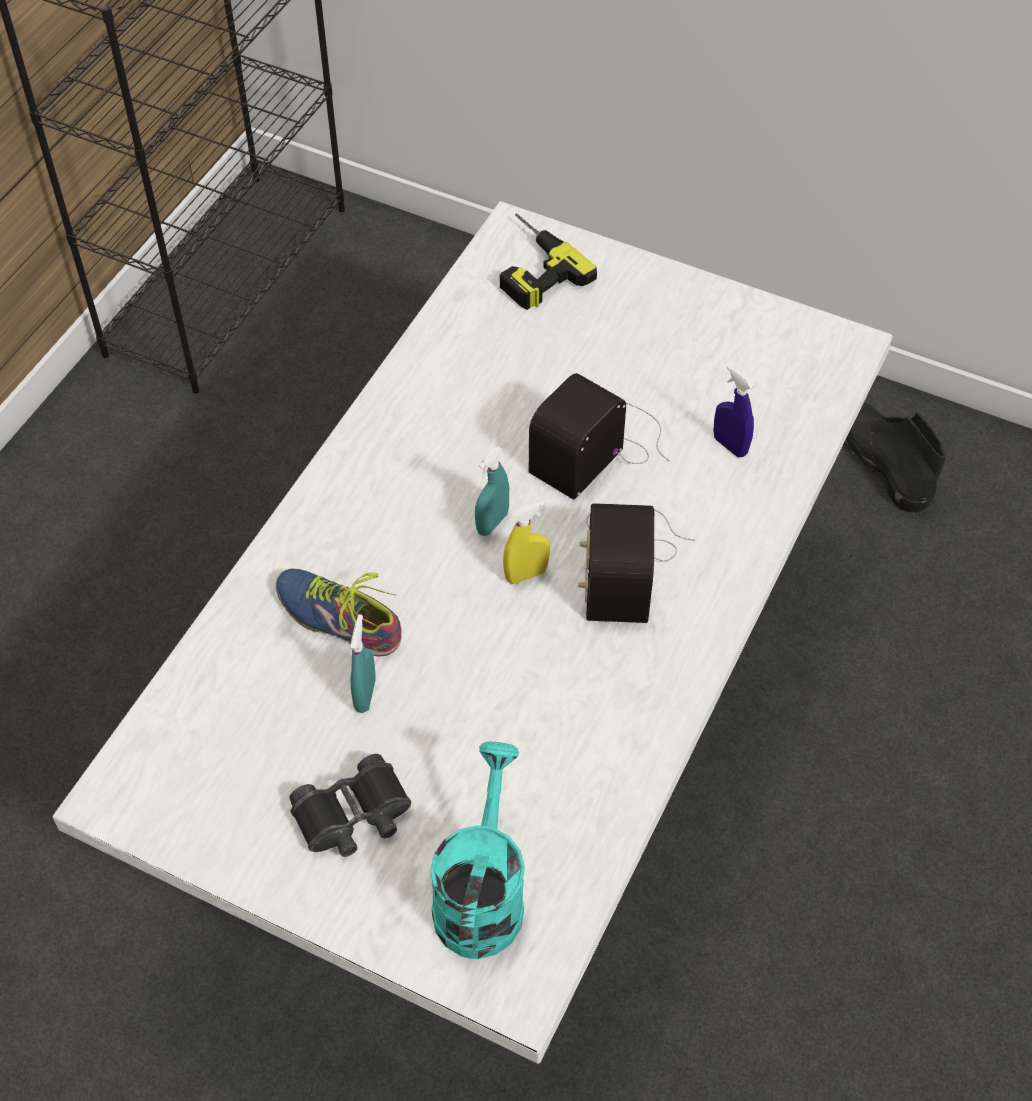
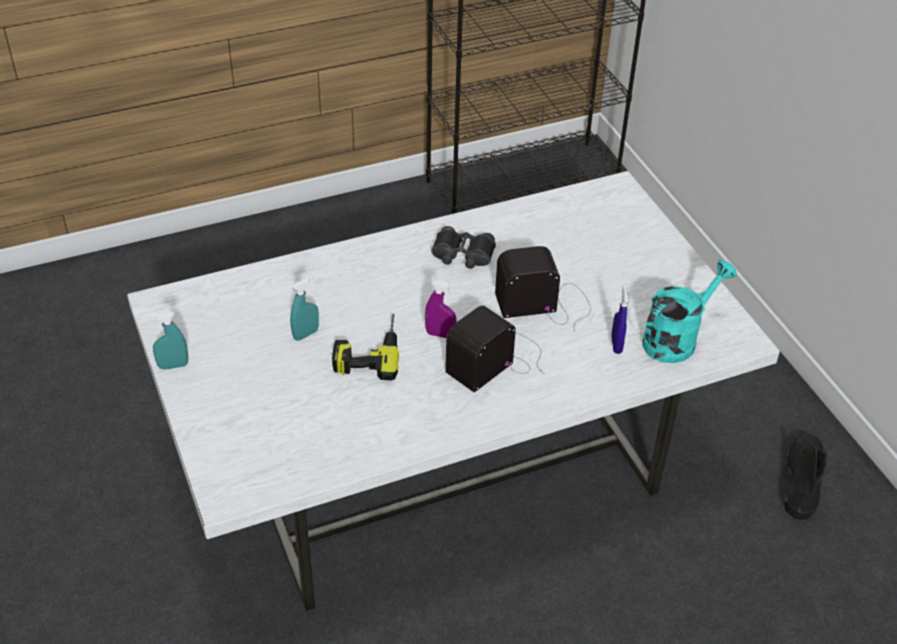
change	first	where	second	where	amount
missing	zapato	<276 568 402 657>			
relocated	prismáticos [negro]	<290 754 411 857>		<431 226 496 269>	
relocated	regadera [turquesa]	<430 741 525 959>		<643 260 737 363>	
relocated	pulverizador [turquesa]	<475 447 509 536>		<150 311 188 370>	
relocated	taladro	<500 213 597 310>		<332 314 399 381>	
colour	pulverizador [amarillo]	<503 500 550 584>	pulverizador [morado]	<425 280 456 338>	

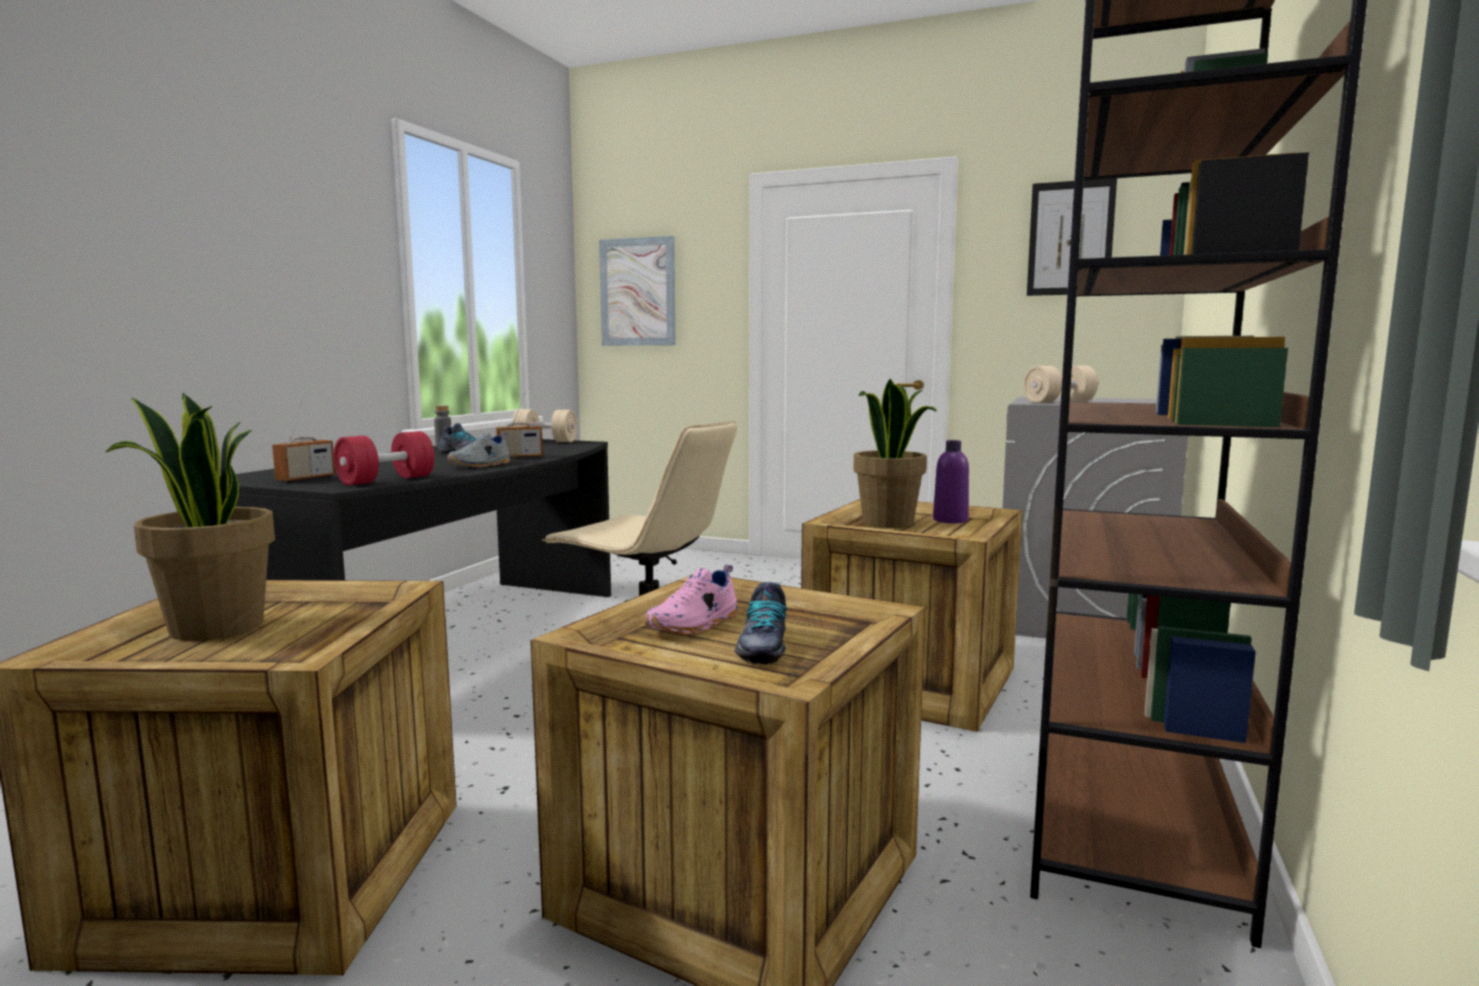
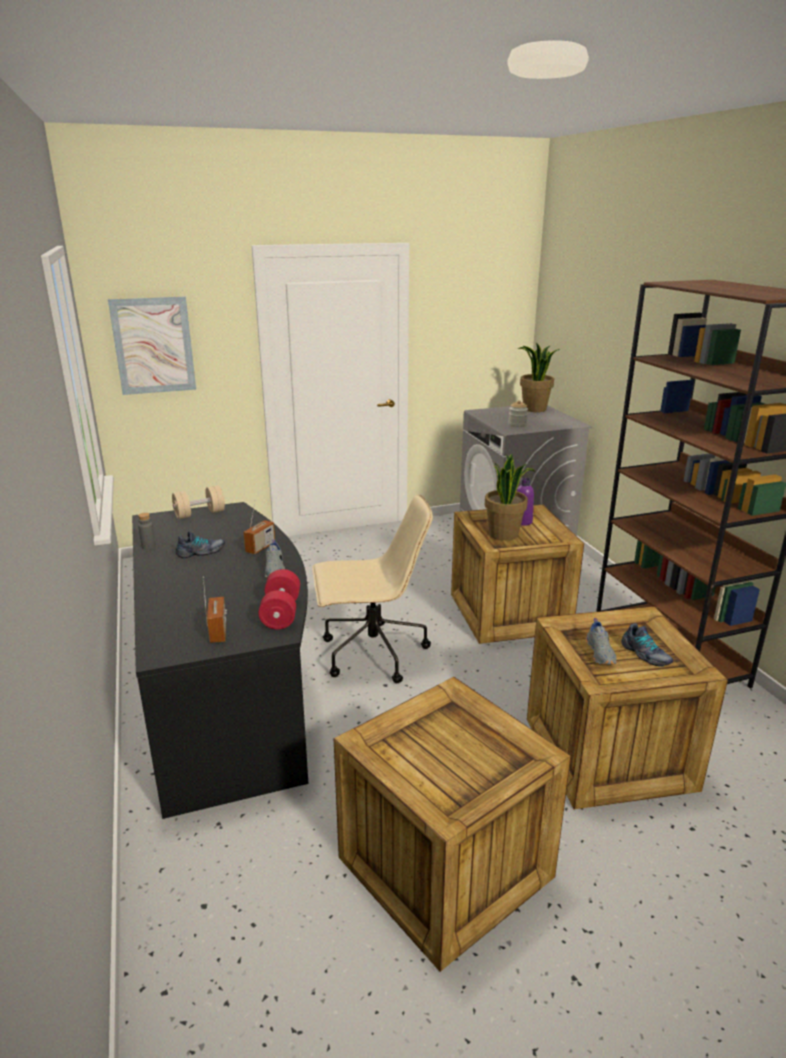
change	first	where	second	where	amount
missing	cuadro	<1027 178 1117 296>			
relocated	planta en maceta	<105 393 275 641>		<518 343 560 412>	
exchanged	mancuerna [beis]	<1023 366 1098 403>	tarro	<508 400 528 427>	
colour	zapato [rosa]	<645 565 738 635>	zapato [gris]	<585 618 617 665>	

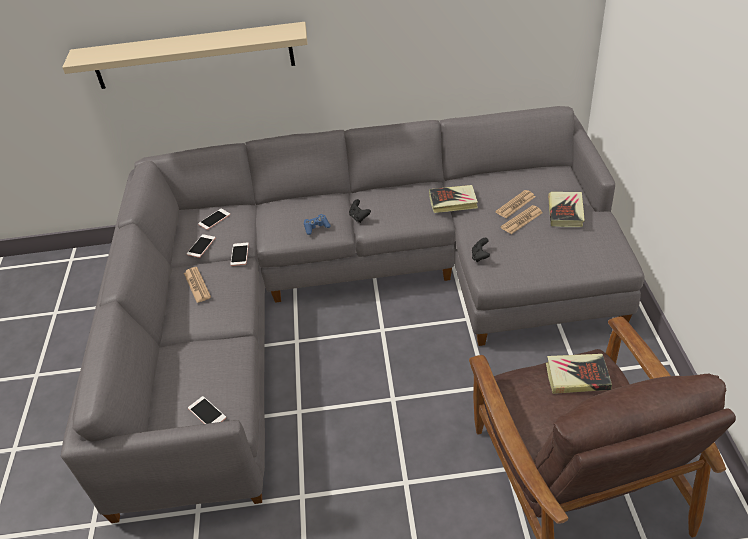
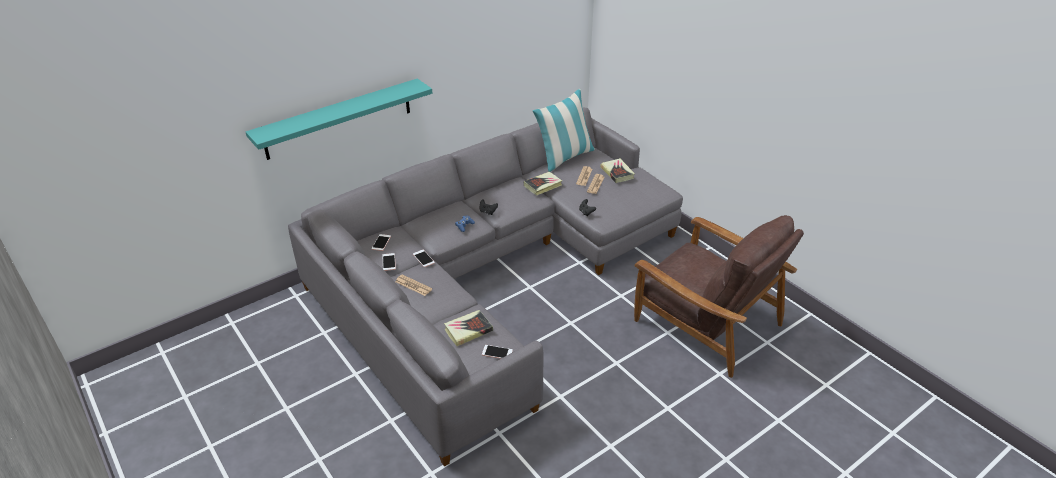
change	first	where	second	where	amount
appeared			cojín	<533 89 595 172>	
relocated	libro	<546 354 612 394>		<444 310 493 346>	
colour	estante [beis]	<62 22 308 89>	estante [turquesa]	<246 78 432 160>	

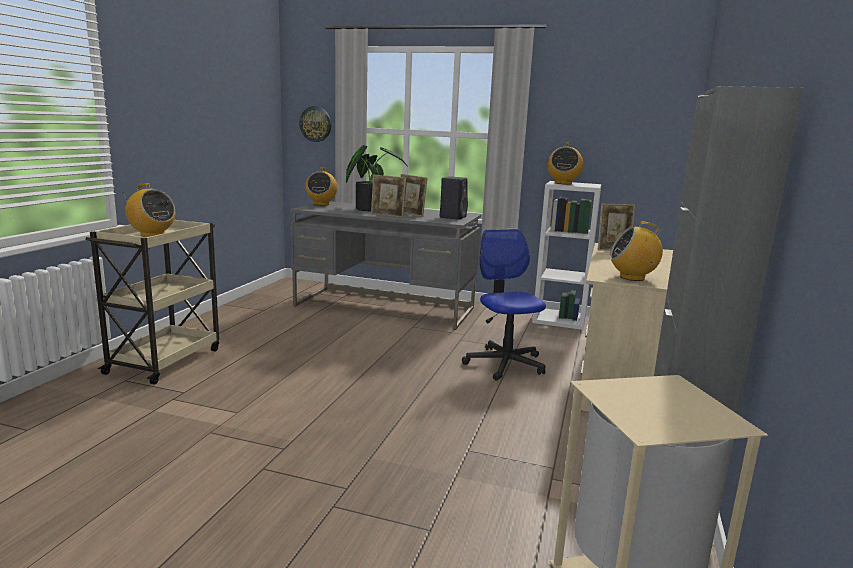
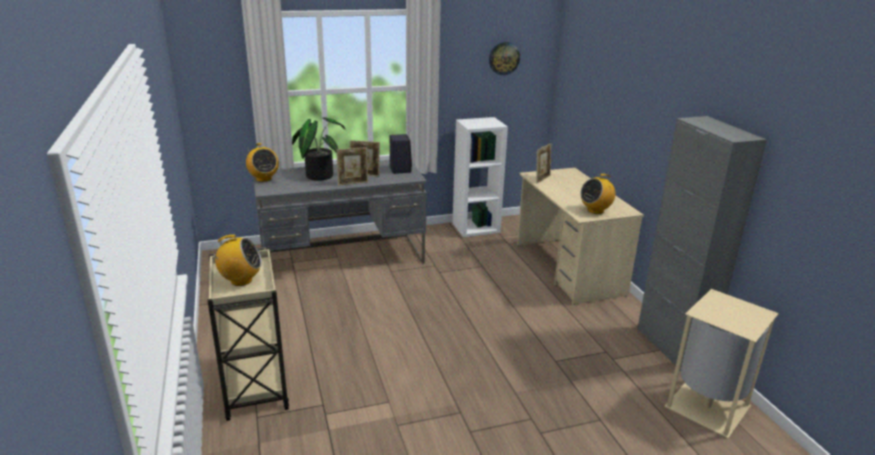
change	first	where	second	where	amount
missing	silla de oficina	<462 229 546 380>			
missing	radio	<548 143 583 185>			
relocated	reloj de pared	<299 106 331 142>		<489 42 520 75>	

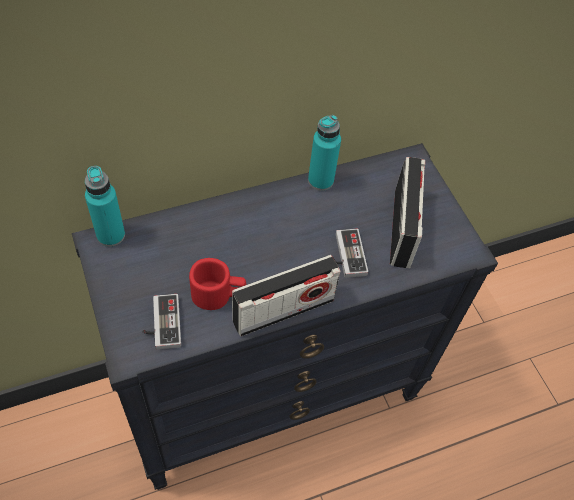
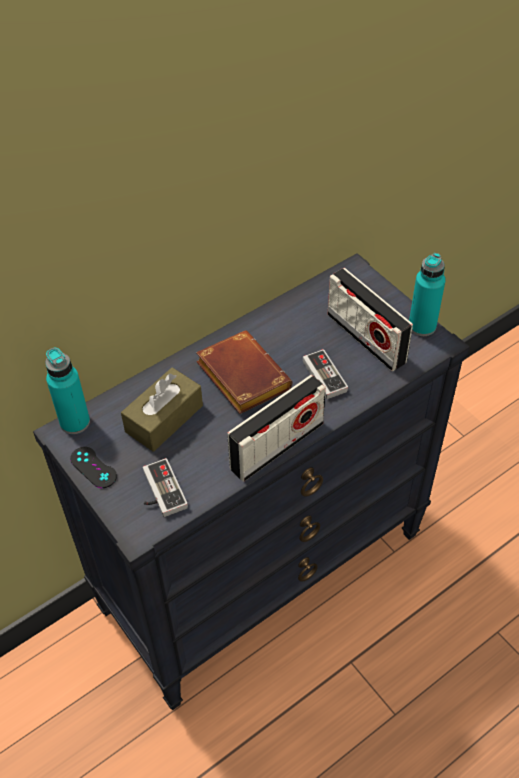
change	first	where	second	where	amount
missing	taza grande [rojo]	<189 258 246 310>			
appeared			mando de consola [negro]	<70 447 117 488>	
appeared			caja de pañuelos [marrón]	<121 367 203 452>	
appeared			libro [marrón]	<196 331 292 414>	
relocated	botella [turquesa]	<308 115 341 191>		<409 253 446 336>	
spun	radio	<390 157 425 268>		<327 268 413 371>	150 degrees clockwise

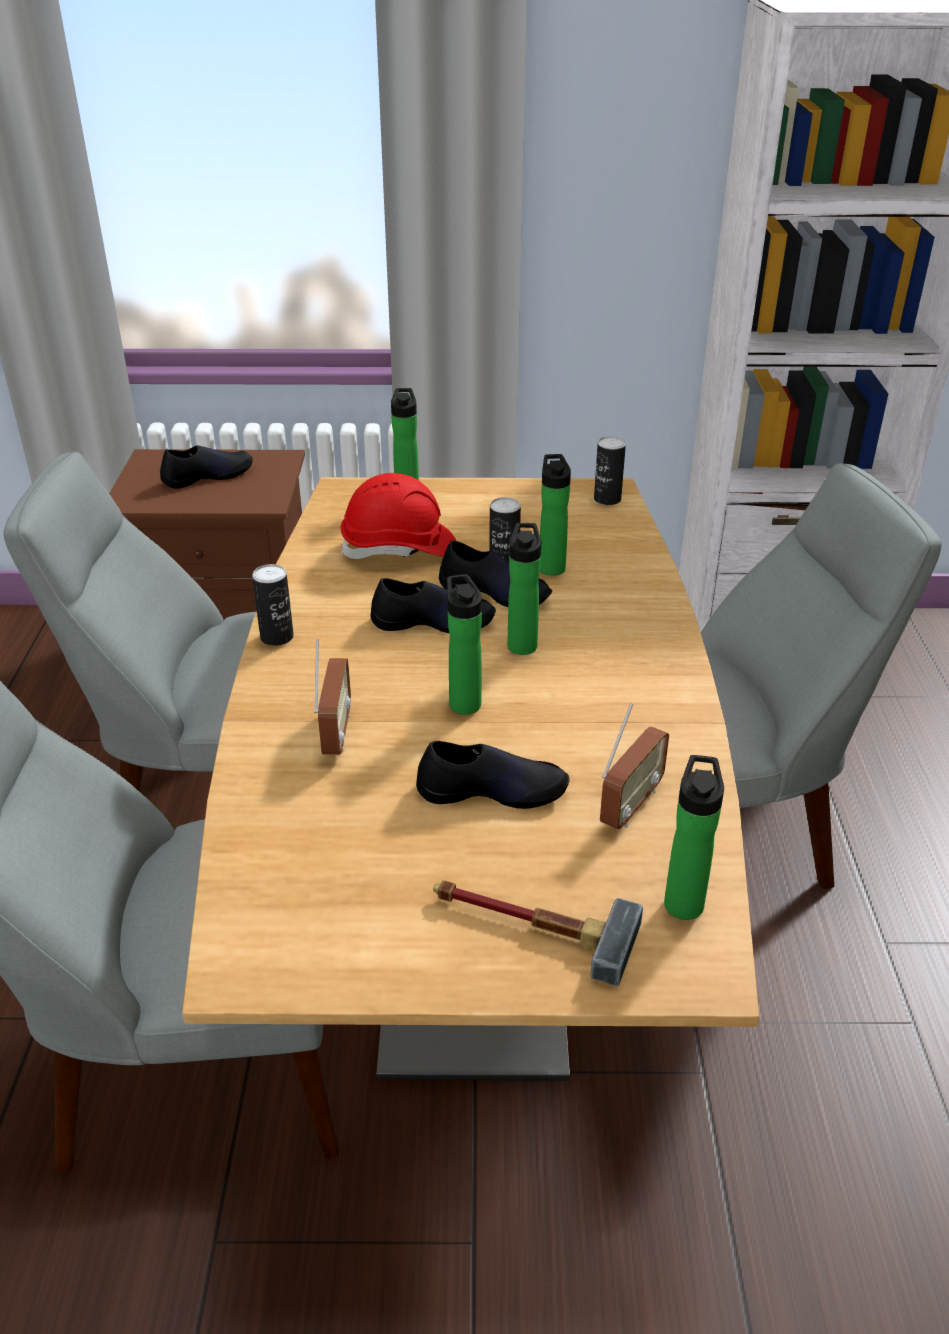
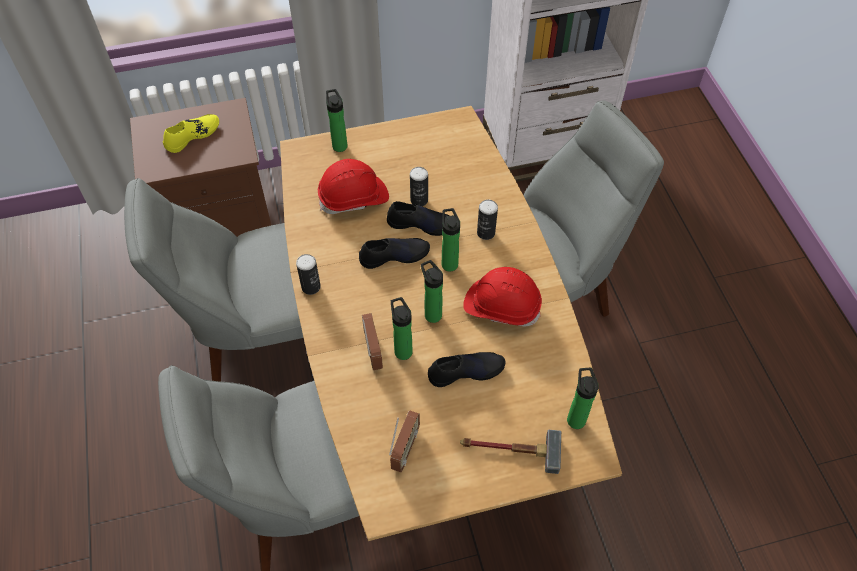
change	first	where	second	where	amount
appeared			casco [rojo]	<463 267 542 326>	
relocated	botella	<540 454 571 576>		<391 297 413 360>	
relocated	lata	<594 436 626 505>		<477 200 498 240>	
relocated	radio	<600 703 669 829>		<389 410 420 472>	
colour	zapato [negro]	<160 446 253 489>	zapato [amarillo]	<163 114 219 153>	

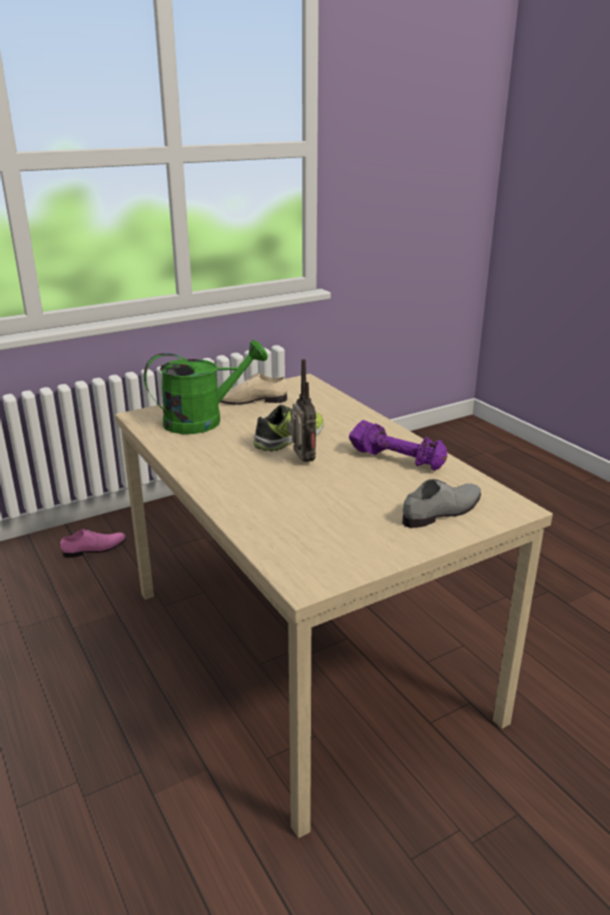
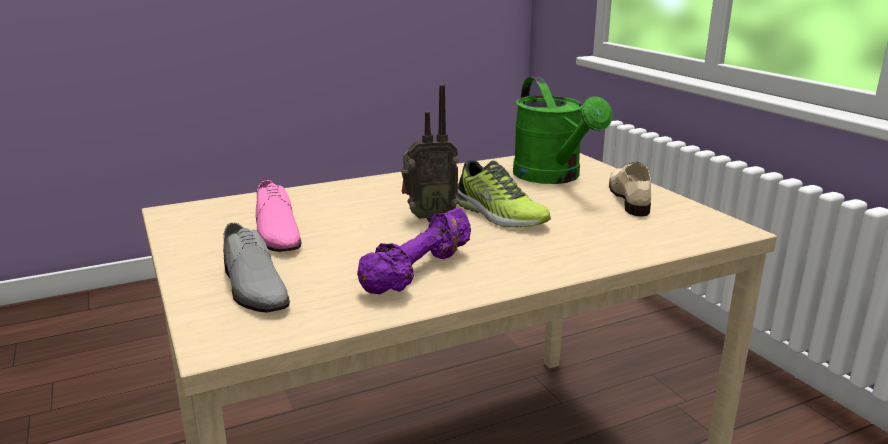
change	first	where	second	where	amount
relocated	zapato [rosa]	<60 529 126 558>		<256 180 301 252>	

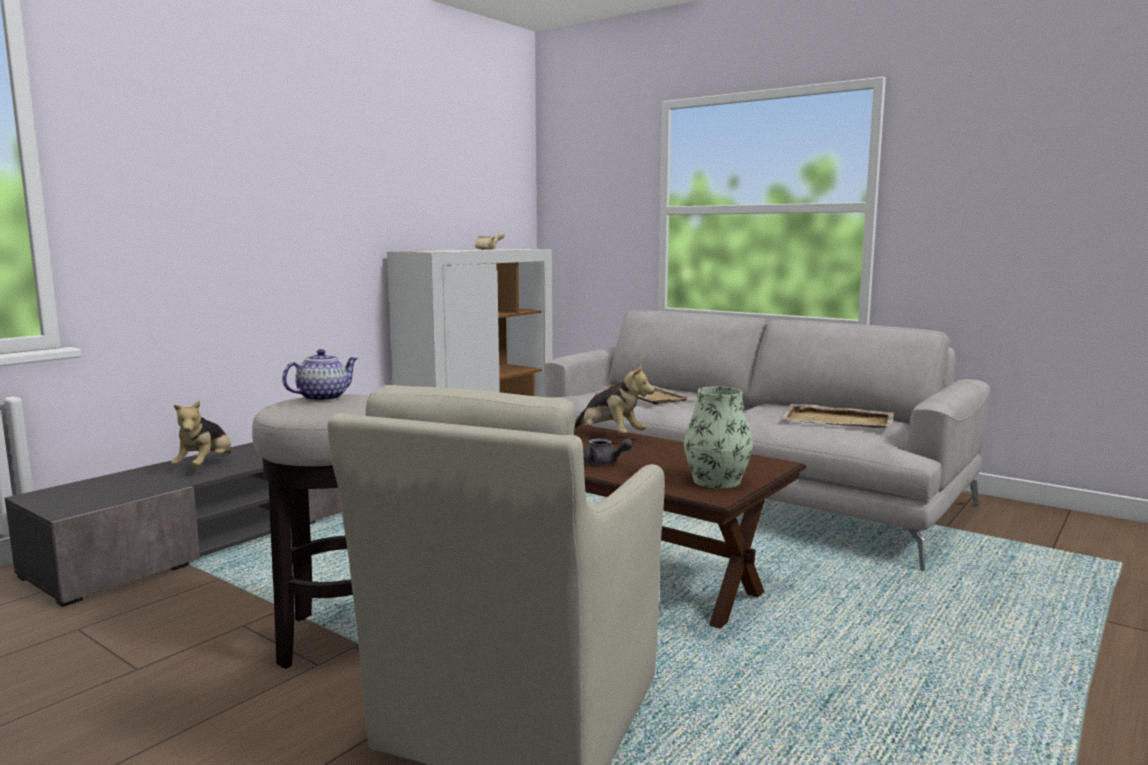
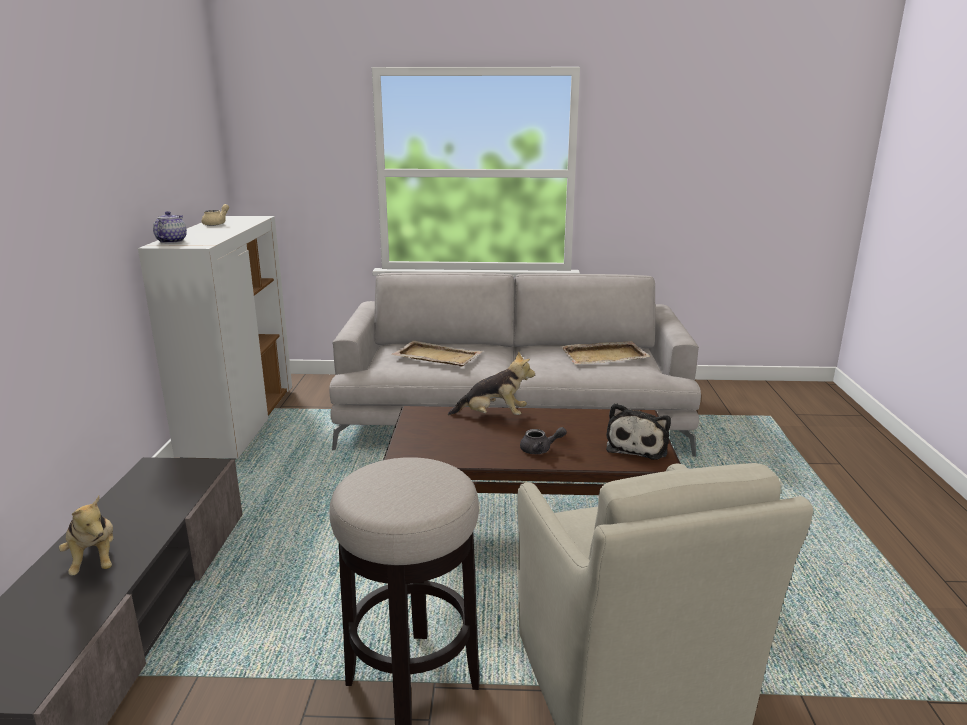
change	first	where	second	where	amount
relocated	tetera	<282 349 358 401>		<153 211 187 243>	
exchanged	florero	<684 386 753 489>	peluche	<606 403 671 460>	

